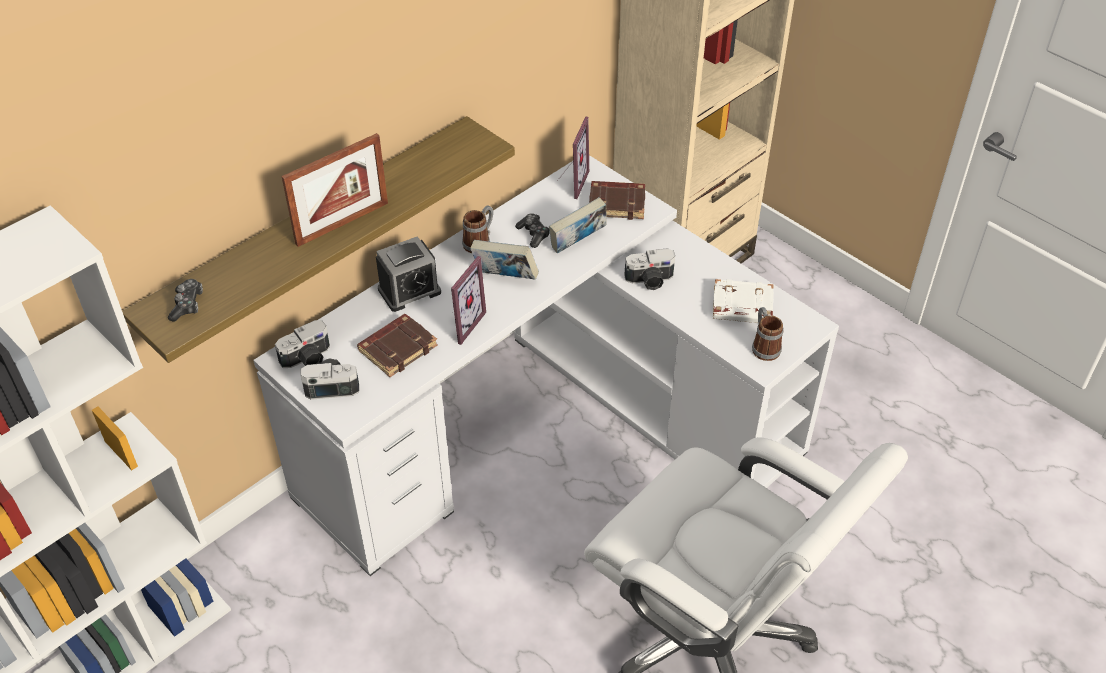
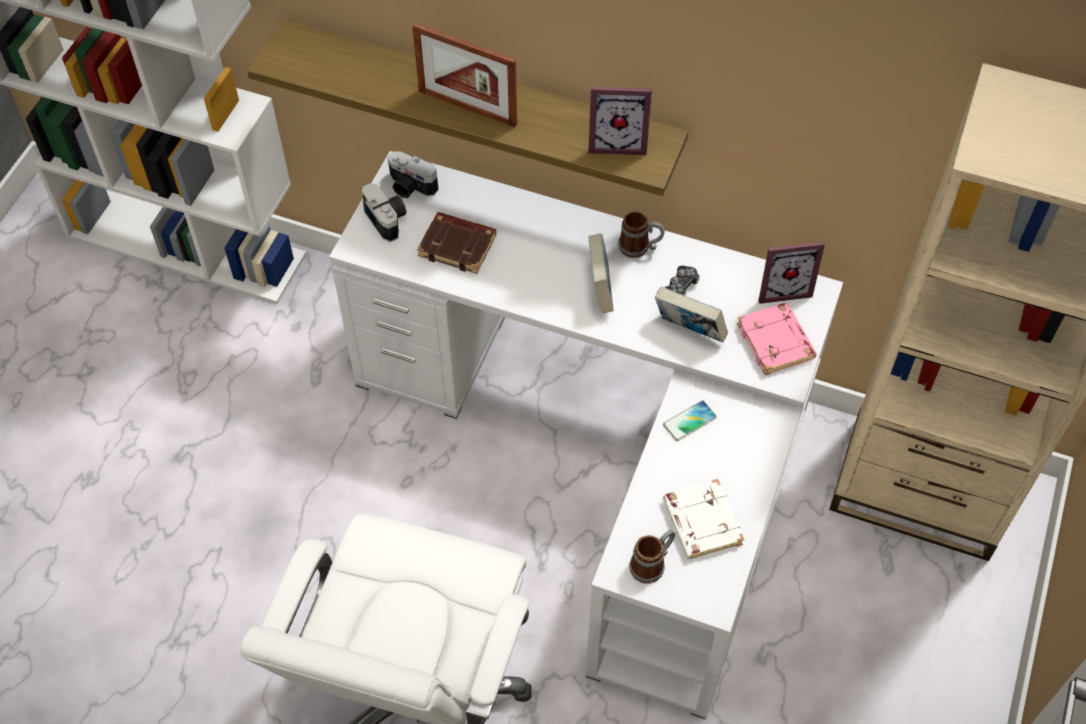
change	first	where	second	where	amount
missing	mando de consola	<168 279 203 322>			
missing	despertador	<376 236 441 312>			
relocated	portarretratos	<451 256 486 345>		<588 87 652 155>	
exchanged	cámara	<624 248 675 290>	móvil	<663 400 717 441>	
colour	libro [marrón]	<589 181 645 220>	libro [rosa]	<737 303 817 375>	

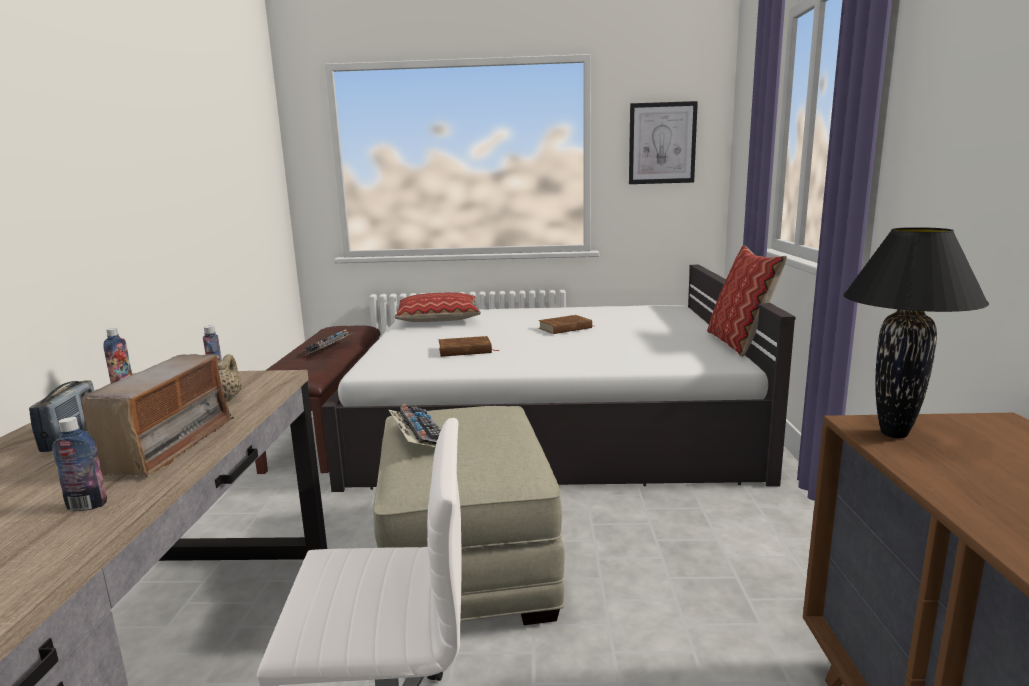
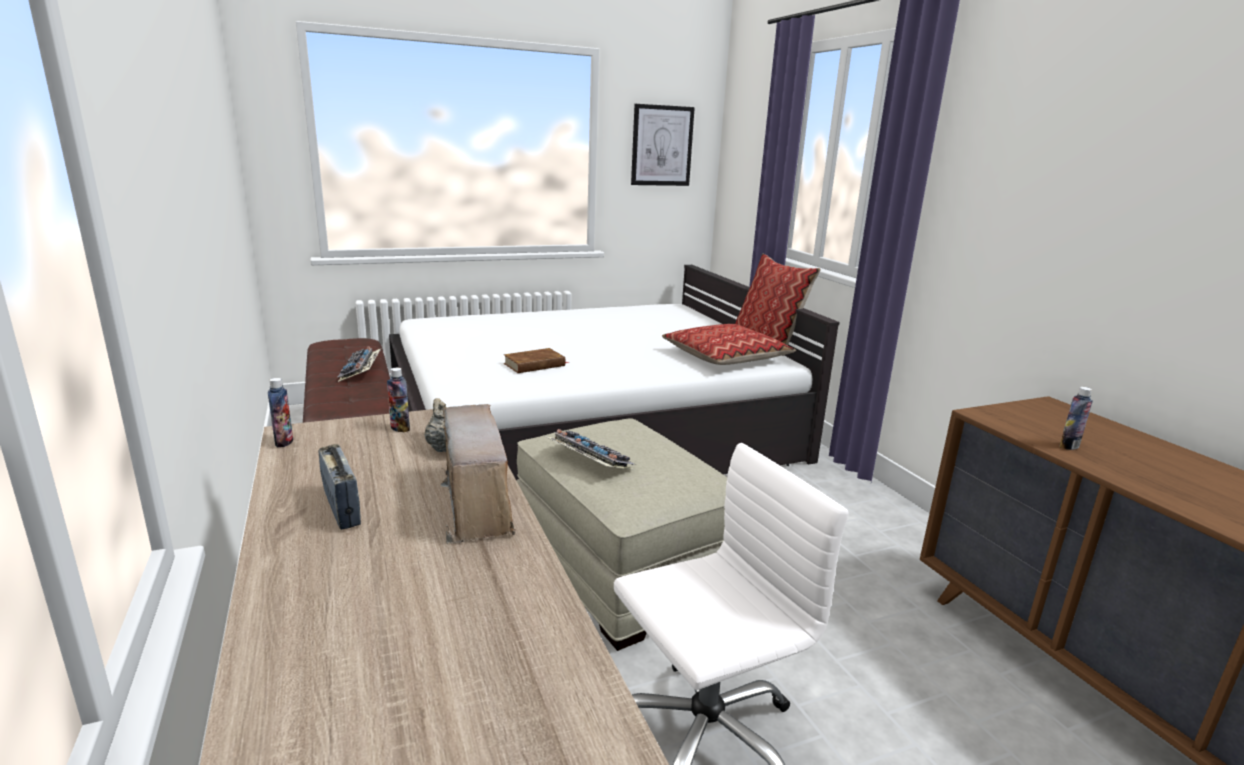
change	first	where	second	where	amount
missing	libro [marrón]	<538 315 592 334>			
missing	lámpara de mesa [negro]	<843 227 989 438>			
relocated	botella	<52 417 107 511>		<1060 387 1093 450>	
relocated	cojín	<395 293 481 322>		<662 324 796 365>	

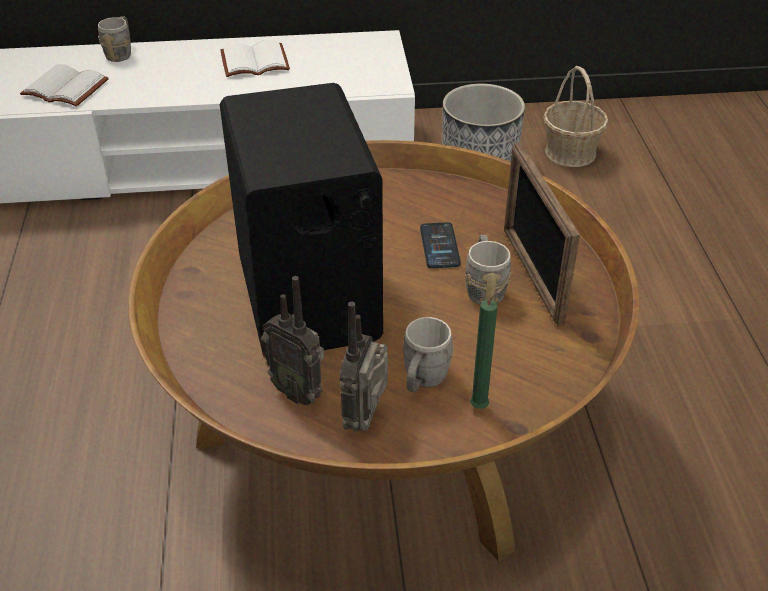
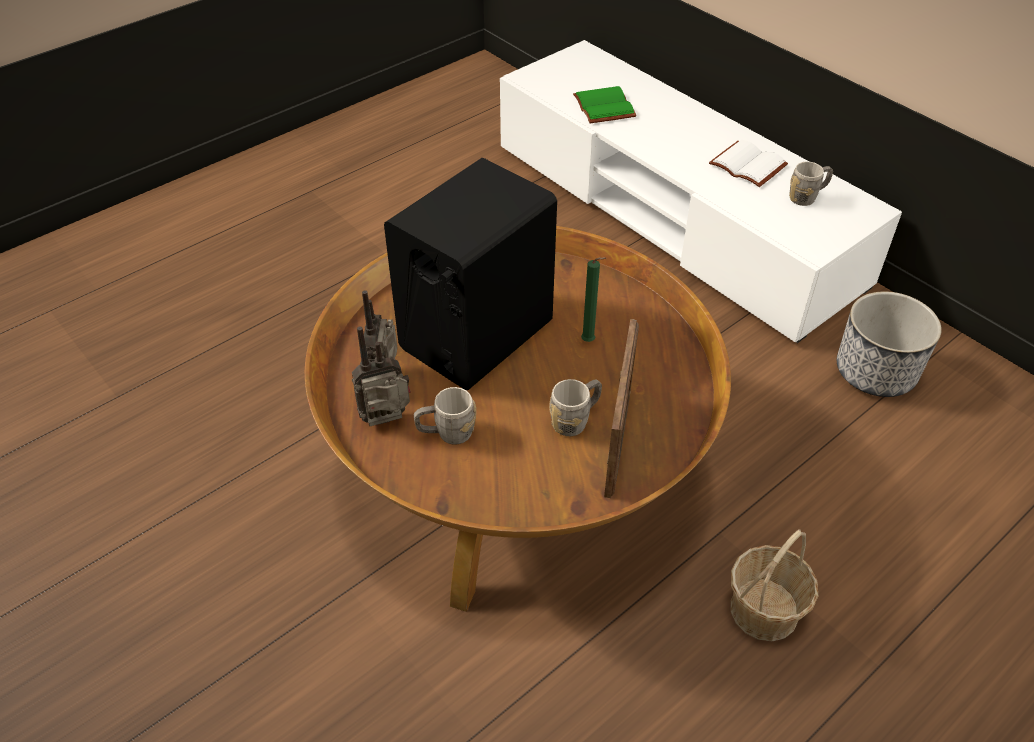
change	first	where	second	where	amount
missing	móvil	<420 222 461 268>			
relocated	taza grande [gris]	<98 16 131 62>		<789 162 833 206>	
relocated	vela [verde]	<470 287 506 409>		<581 257 606 342>	
relocated	cesta	<543 66 608 167>		<731 529 818 641>	
colour	libro [blanco]	<20 64 109 107>	libro [verde]	<573 86 637 123>	
spun	portarretratos	<504 142 580 326>		<604 319 639 498>	150 degrees clockwise

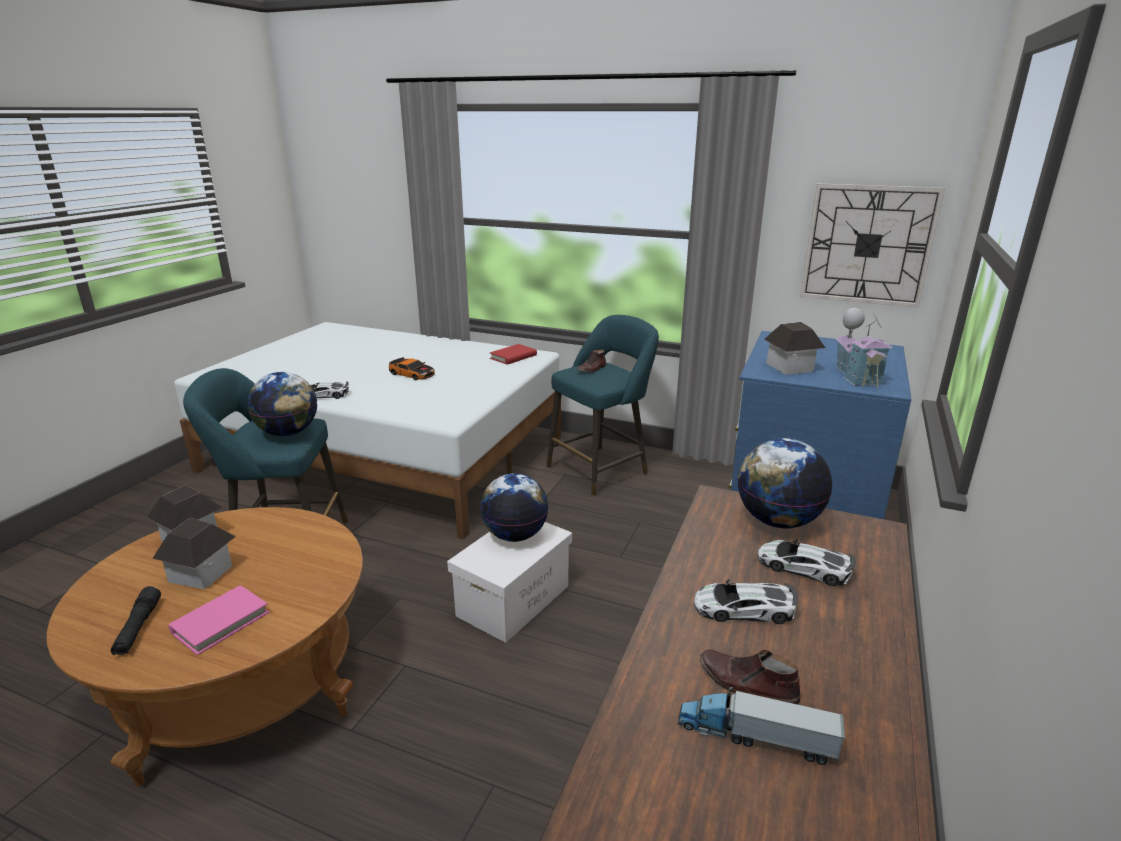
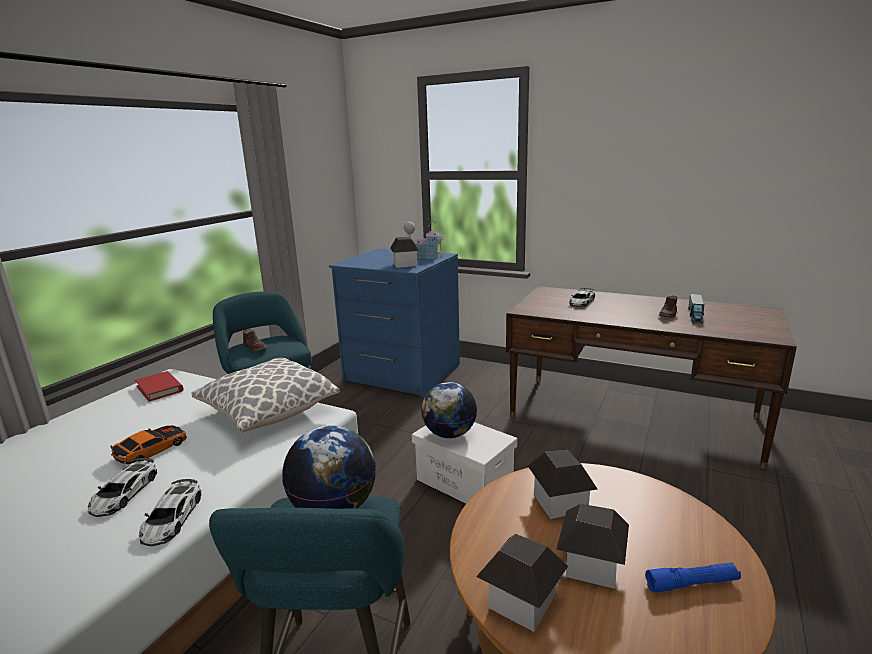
change	first	where	second	where	amount
missing	libro [rosa]	<168 585 269 655>			
missing	globo terráqueo	<738 438 832 529>			
missing	reloj de pared	<800 183 945 308>			
appeared			cojín	<192 358 340 433>	
appeared			casita	<528 450 598 519>	
relocated	coche de juguete	<694 579 798 624>		<88 458 157 517>	
colour	linterna [negro]	<111 586 161 655>	linterna [azul]	<645 563 741 593>	

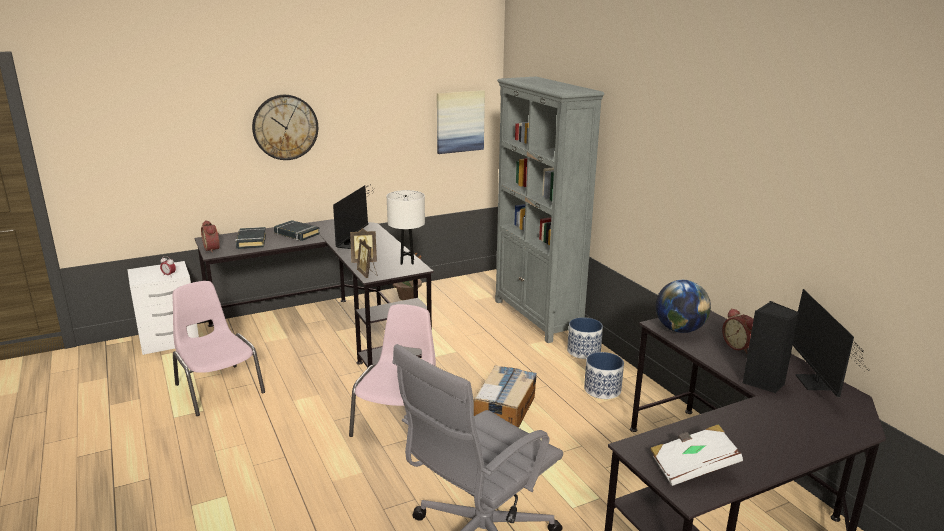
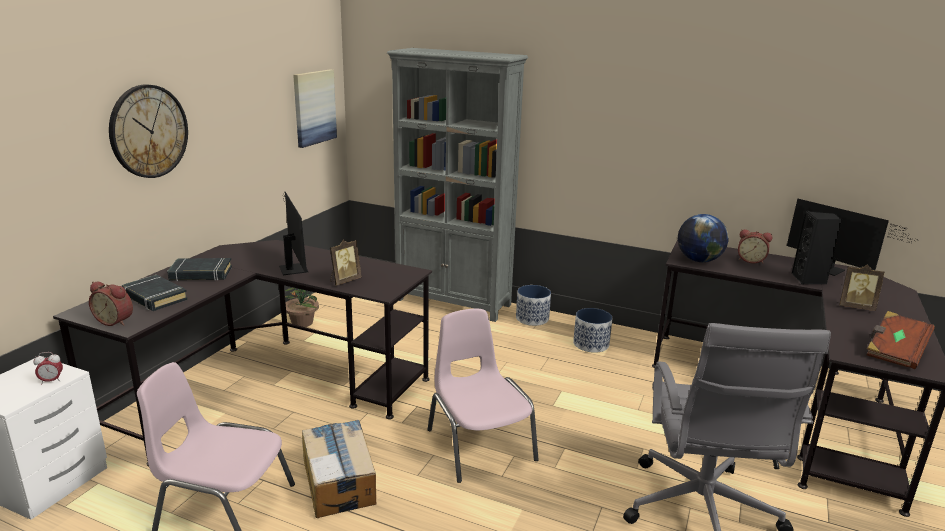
change	first	where	second	where	amount
missing	lámpara de mesa [blanco]	<387 190 425 265>			
relocated	portarretratos	<357 239 377 278>		<839 265 885 311>	
relocated	caja de cartón	<474 365 537 428>		<302 420 376 518>	
colour	libro [blanco]	<650 424 743 486>	libro [marrón]	<867 311 935 369>	

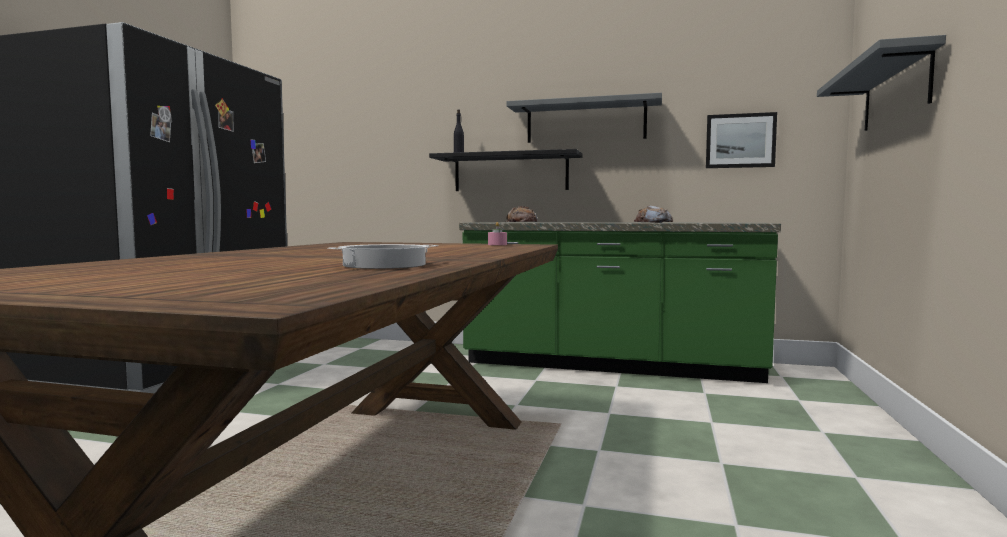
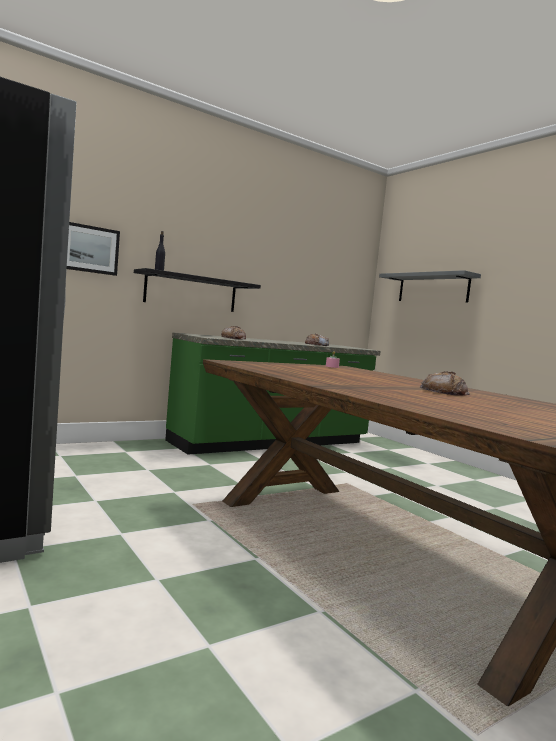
change	first	where	second	where	amount
missing	olla	<328 244 438 269>			
missing	estante [gris]	<507 93 662 143>			
appeared			pan	<420 371 470 396>	
relocated	cuadro	<706 112 777 168>		<67 222 120 276>	

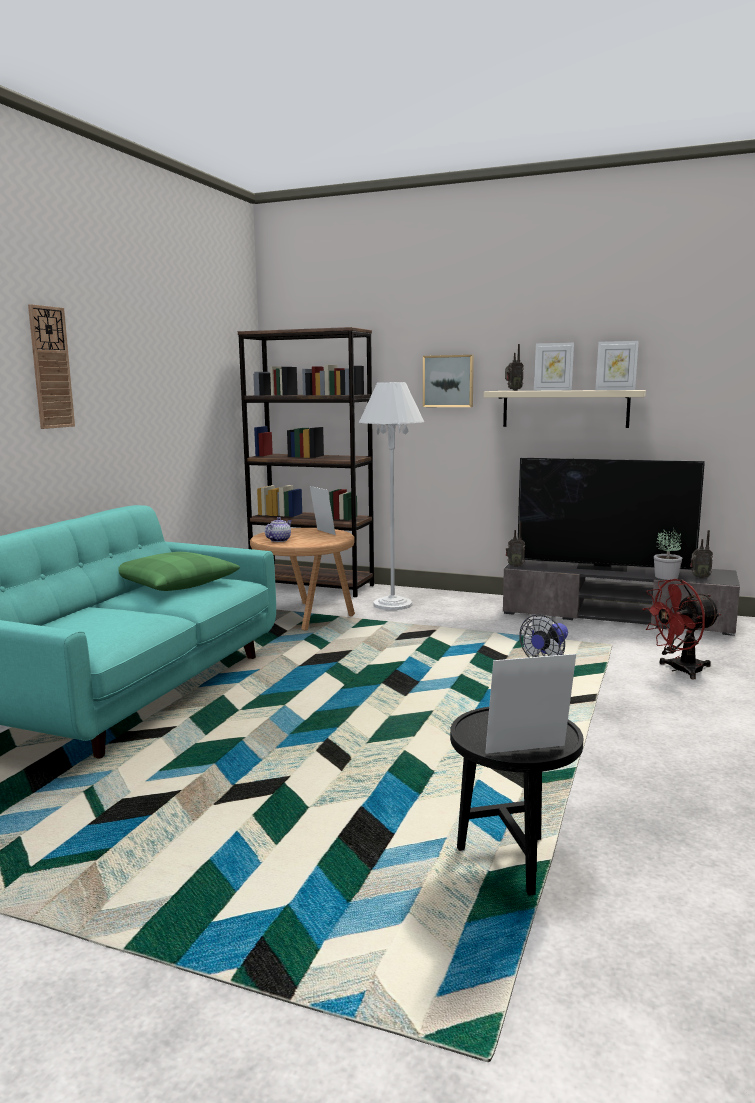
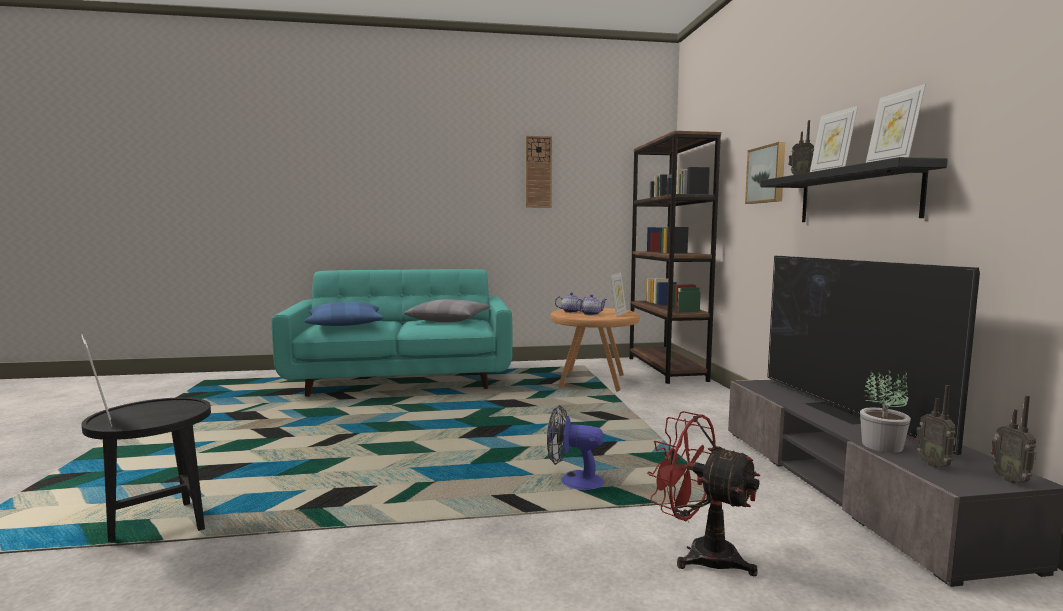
change	first	where	second	where	amount
missing	lámpara de pie [blanco]	<359 382 424 610>			
appeared			cojín [azul]	<304 302 384 326>	
appeared			tetera	<575 294 607 315>	
relocated	reloj de pared	<28 304 75 429>		<526 136 552 208>	
relocated	radio	<506 522 525 567>		<991 395 1037 483>	
colour	cojín [verde]	<118 552 240 591>	cojín [gris]	<404 299 490 322>	
colour	estante [beis]	<484 390 646 428>	estante [negro]	<761 157 948 222>	

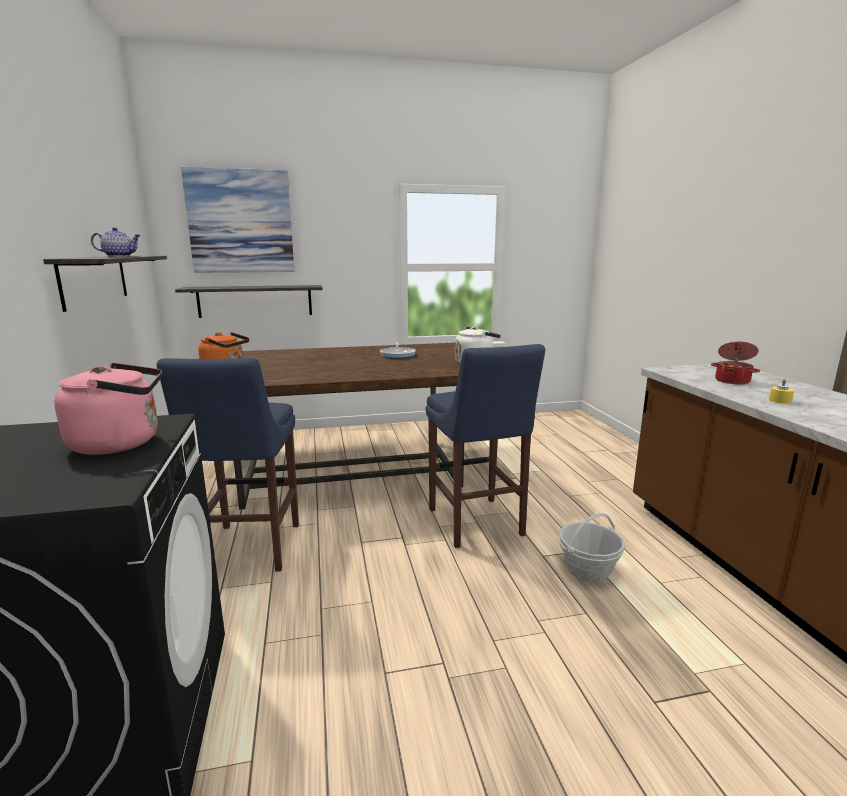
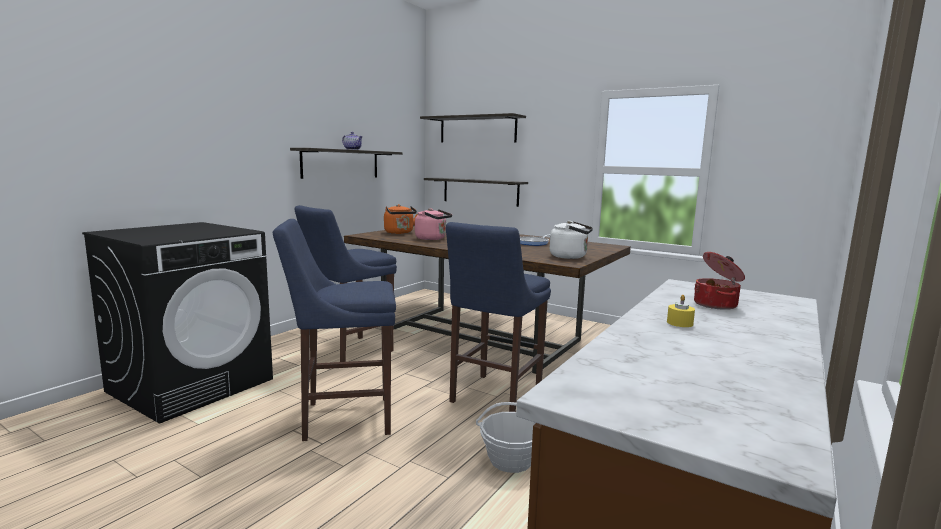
change	first	where	second	where	amount
appeared			taburete [azul]	<273 219 396 441>	
relocated	hervidor [rosa]	<54 363 162 455>		<415 208 452 240>	
exchanged	cuadro	<181 167 294 273>	estante	<420 113 526 142>	

